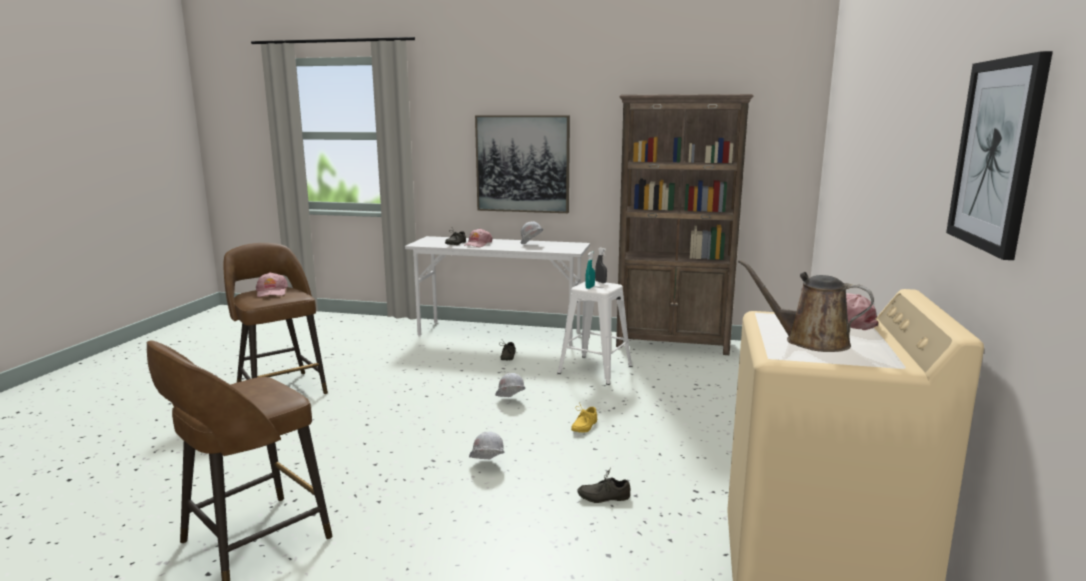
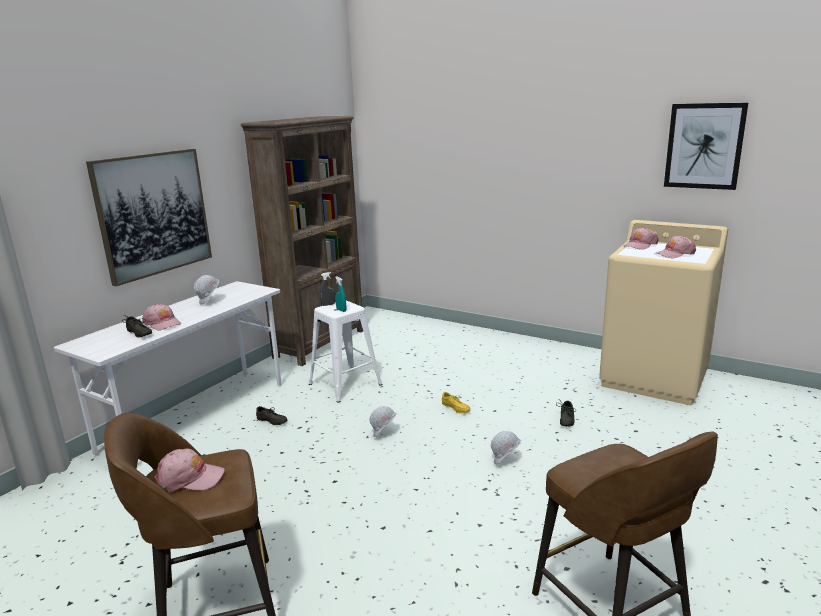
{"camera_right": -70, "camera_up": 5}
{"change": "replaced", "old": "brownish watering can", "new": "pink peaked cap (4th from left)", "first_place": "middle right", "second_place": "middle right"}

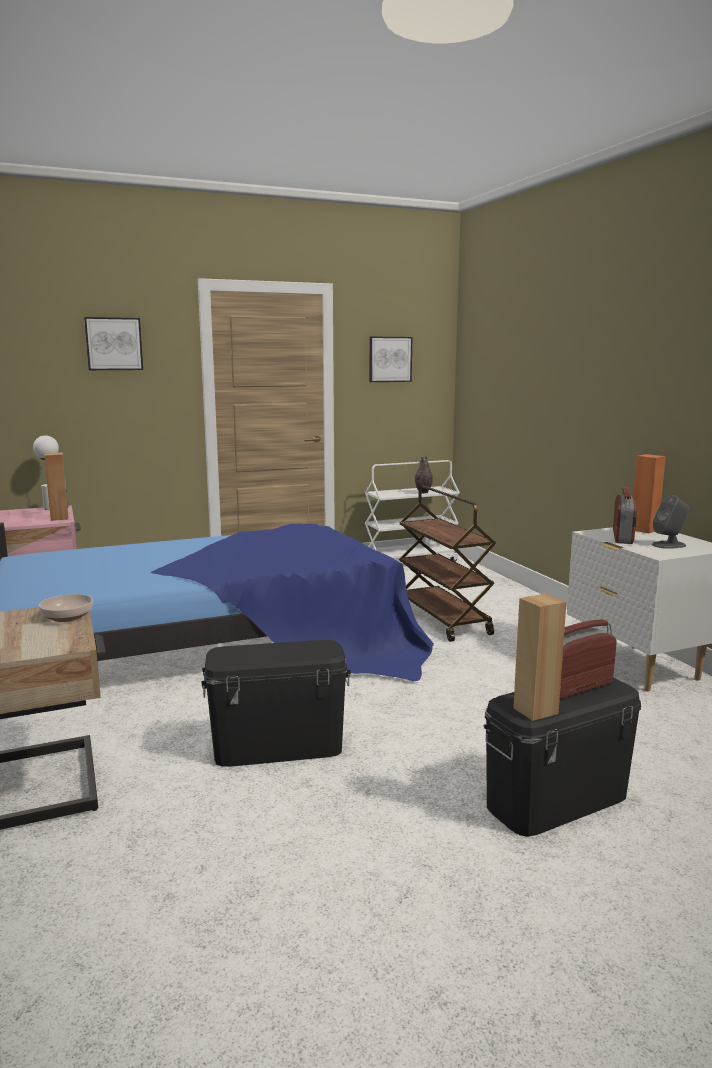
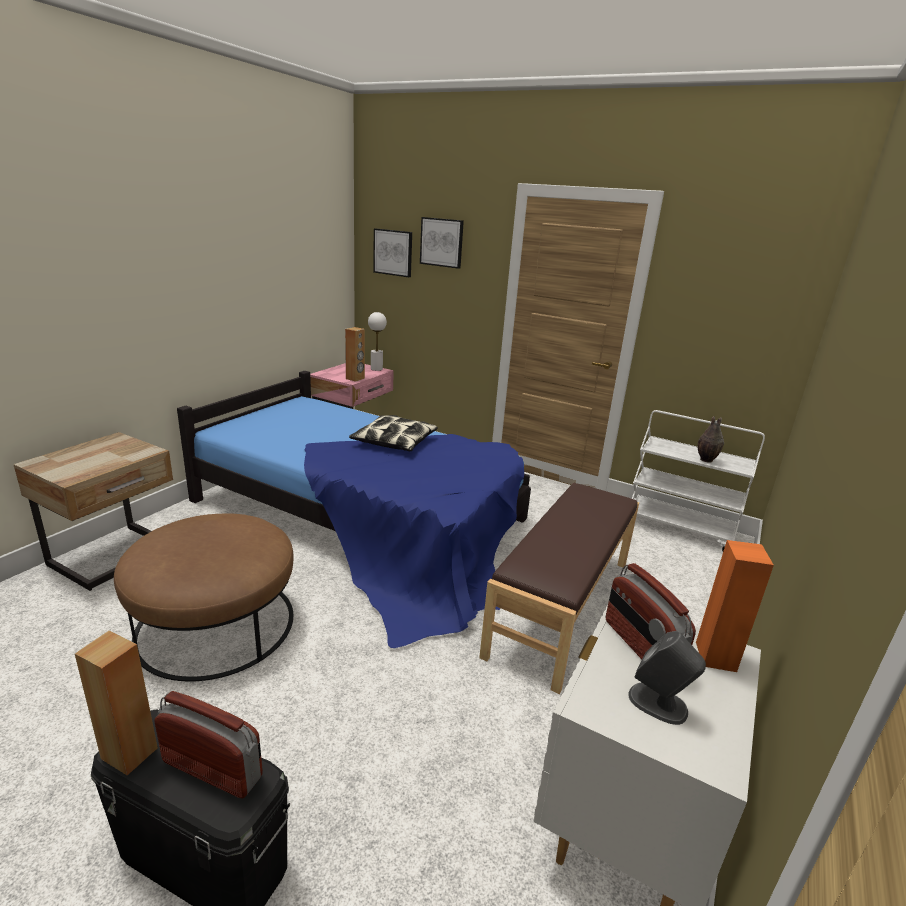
{"camera_right": 50, "camera_up": 10}
{"change": "replaced", "old": "black-coloured storage bin (1st from left)", "new": "brownish footrest", "first_place": "centre", "second_place": "middle left"}
{"change": "added", "new": "throw pillow", "second_place": "centre"}
{"change": "moved", "old": "wall picture (2nd from left in the first image)", "new": "wall picture (1st from left)", "first_place": "centre", "second_place": "top centre"}
{"change": "replaced", "old": "brownish wheeled cart", "new": "brownish long seat", "first_place": "centre", "second_place": "centre"}
{"change": "turned", "old": "radio (2nd from left)", "first_place": "middle right", "second_place": "bottom right", "degrees": 90}
{"change": "removed", "old": "deep dish", "first_place": "middle left"}

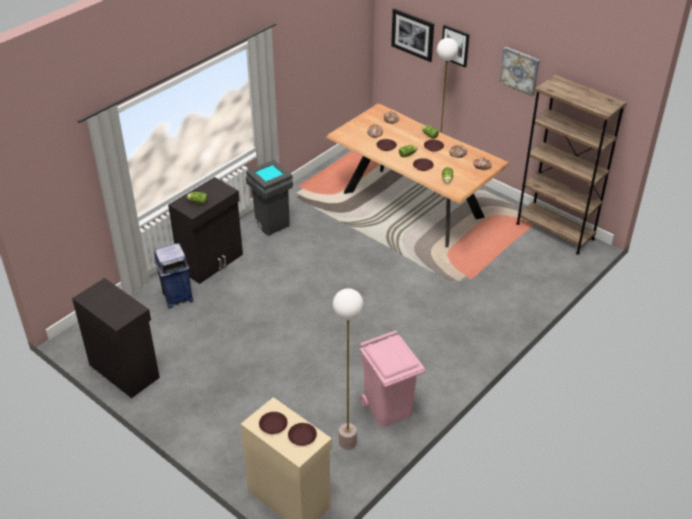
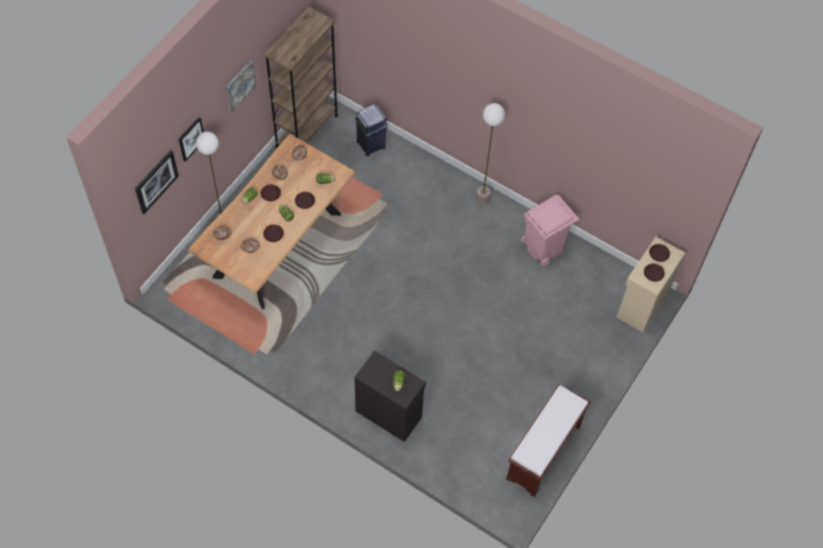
{"camera_right": -100, "camera_up": 20}
{"change": "moved", "old": "blue rubbish bin", "first_place": "middle left", "second_place": "top centre"}
{"change": "moved", "old": "standard lamp (1st from left in the first image)", "new": "standard lamp (2nd from left)", "first_place": "bottom centre", "second_place": "top centre"}
{"change": "replaced", "old": "black-coloured cabinet (1st from left)", "new": "brownish long seat", "first_place": "middle left", "second_place": "bottom centre"}
{"change": "removed", "old": "greyish rubbish bin", "first_place": "centre"}

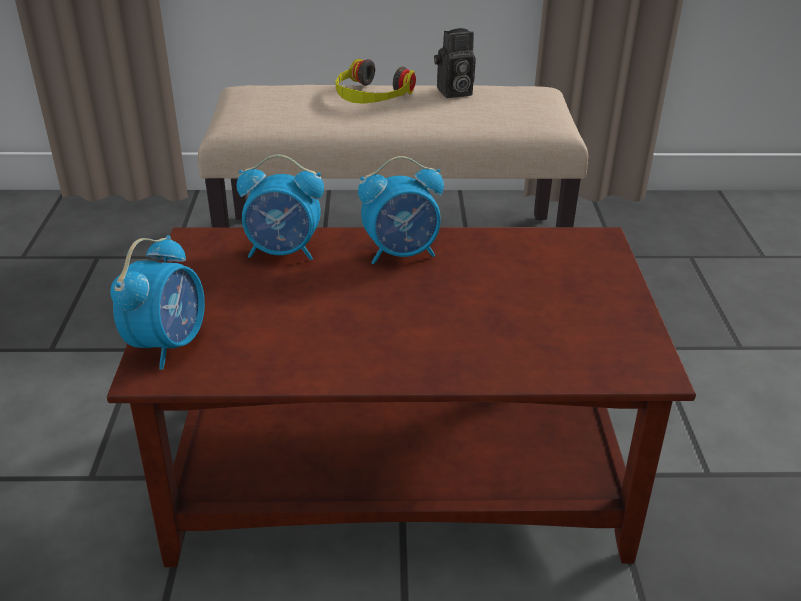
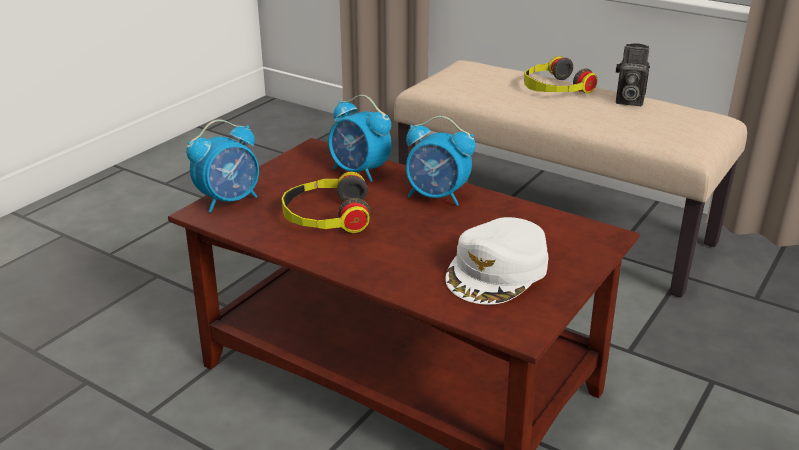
{"camera_right": 35, "camera_up": -5}
{"change": "added", "new": "headset (1st from left)", "second_place": "centre"}
{"change": "added", "new": "white-coloured peaked cap", "second_place": "centre"}

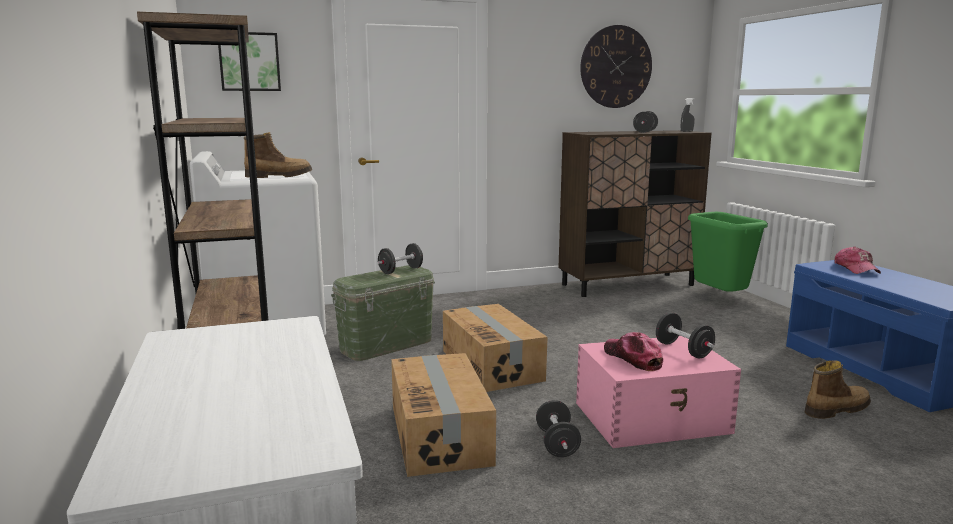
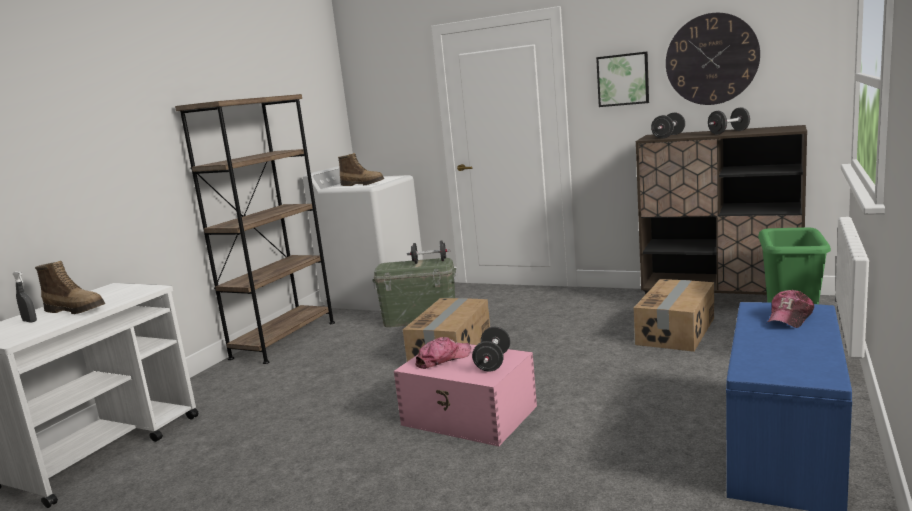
{"camera_right": 45, "camera_up": 0}
{"change": "moved", "old": "greyish hand sprayer", "first_place": "top right", "second_place": "middle left"}
{"change": "moved", "old": "boot (2nd from left in the first image)", "new": "boot (1st from left)", "first_place": "bottom right", "second_place": "middle left"}
{"change": "turned", "old": "peaked cap (1st from left)", "first_place": "bottom centre", "second_place": "bottom centre", "degrees": 45}
{"change": "moved", "old": "wall picture", "first_place": "top left", "second_place": "top right"}
{"change": "moved", "old": "packing box (1st from left in the first image)", "new": "packing box (2nd from left)", "first_place": "bottom centre", "second_place": "middle right"}
{"change": "moved", "old": "black-coloured hand weight (2nd from left in the first image)", "new": "black-coloured hand weight (3rd from left)", "first_place": "bottom centre", "second_place": "top right"}

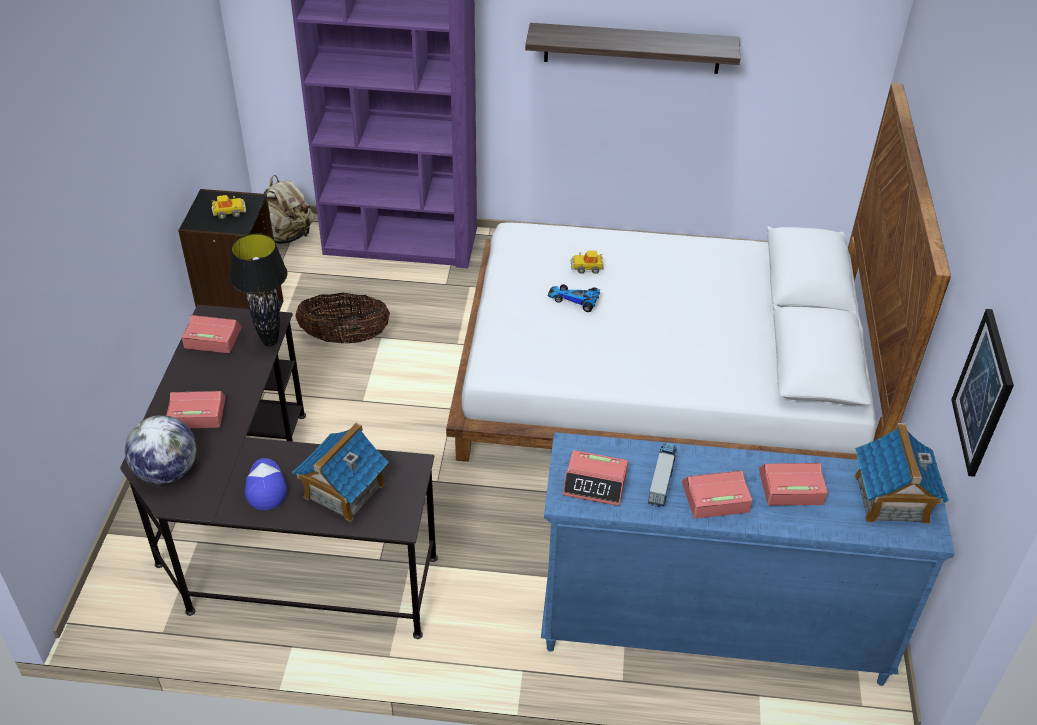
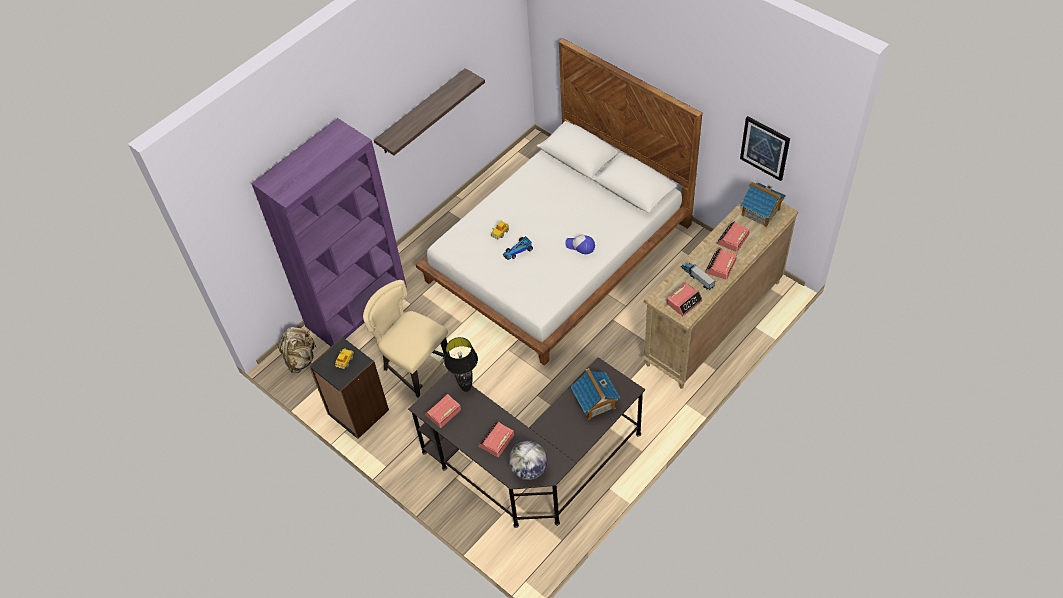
{"camera_right": -50, "camera_up": 10}
{"change": "replaced", "old": "storage basket", "new": "beige-coloured upright chair", "first_place": "middle left", "second_place": "centre"}
{"change": "moved", "old": "peaked cap", "first_place": "bottom left", "second_place": "centre"}
{"change": "recoloured", "old": "blue chest of drawers", "new": "beige-coloured chest of drawers", "first_place": "bottom right", "second_place": "middle right"}

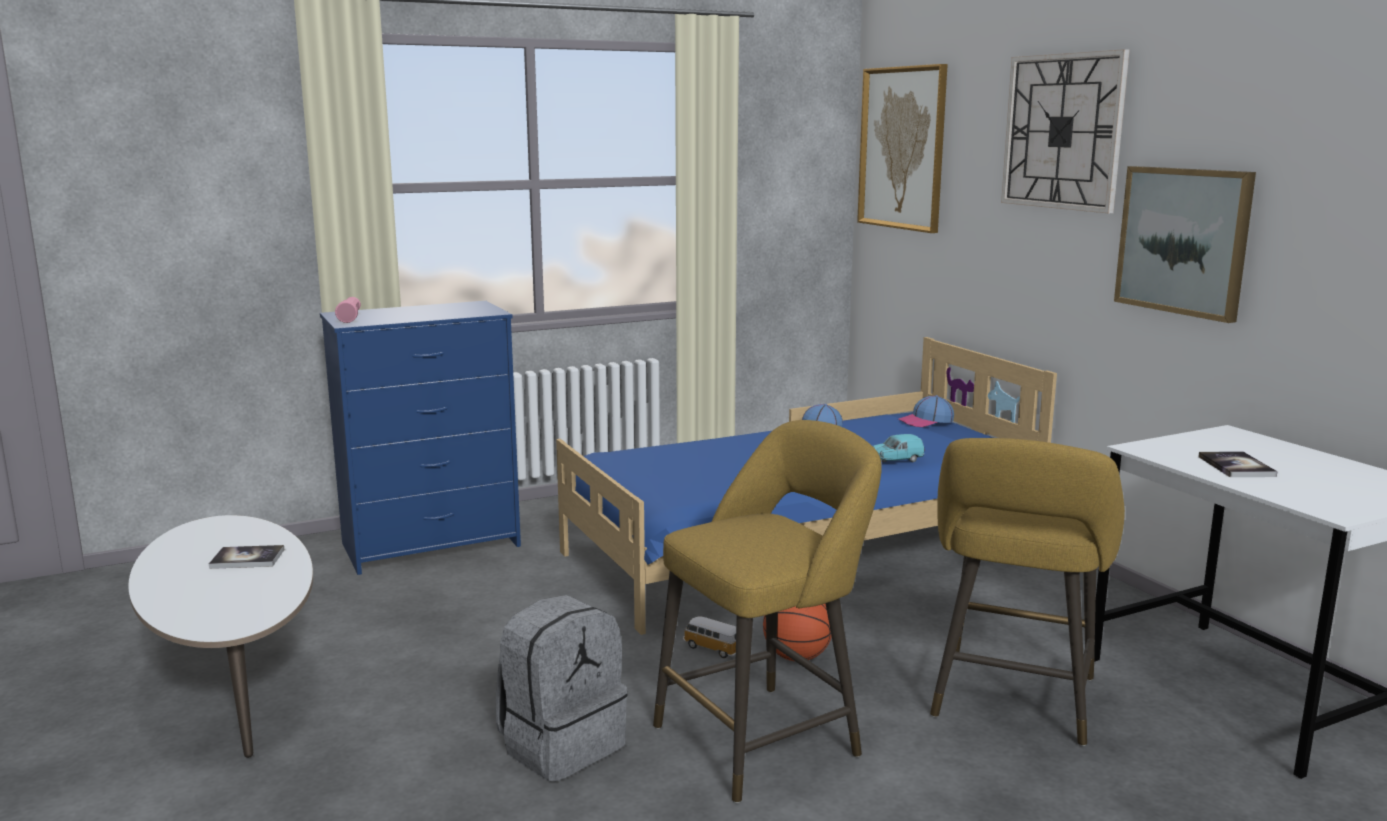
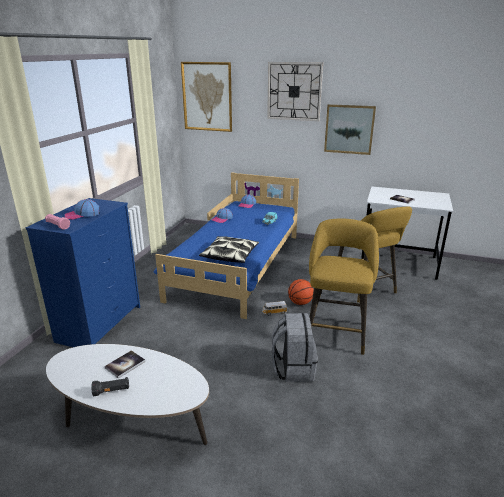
{"camera_right": -45, "camera_up": 10}
{"change": "added", "new": "peaked cap (1st from left)", "second_place": "middle left"}
{"change": "added", "new": "black-coloured flashlight", "second_place": "bottom left"}
{"change": "added", "new": "throw pillow", "second_place": "centre"}

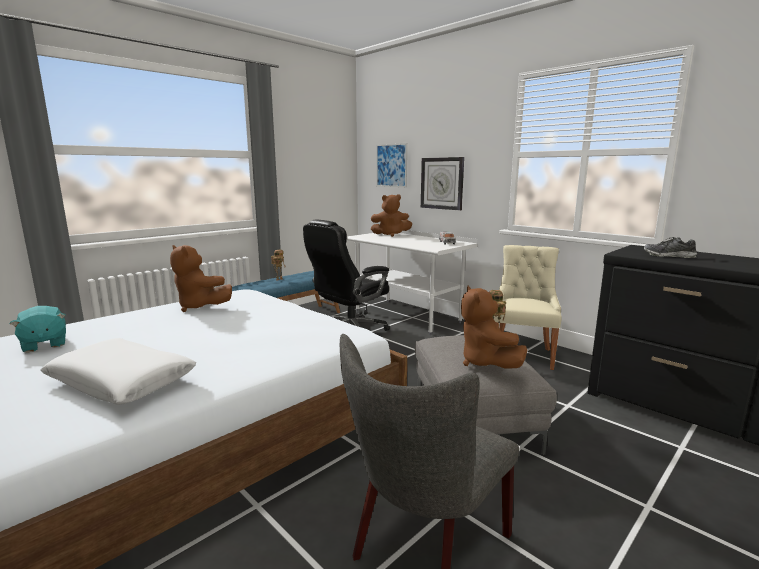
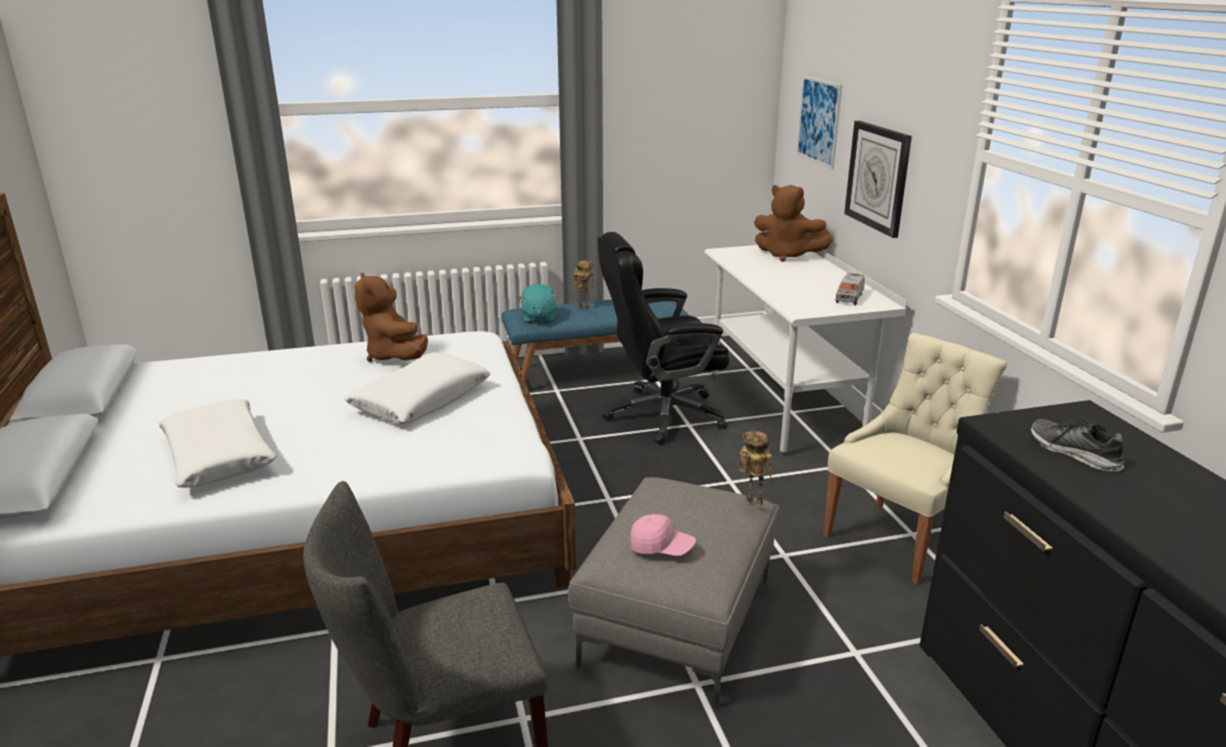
{"camera_right": 30, "camera_up": 10}
{"change": "added", "new": "white-coloured throw pillow (2nd from left)", "second_place": "centre"}
{"change": "moved", "old": "blue-green plush toy", "first_place": "middle left", "second_place": "centre"}
{"change": "replaced", "old": "brownish plush toy (3rd from left)", "new": "pink peaked cap", "first_place": "centre", "second_place": "bottom centre"}

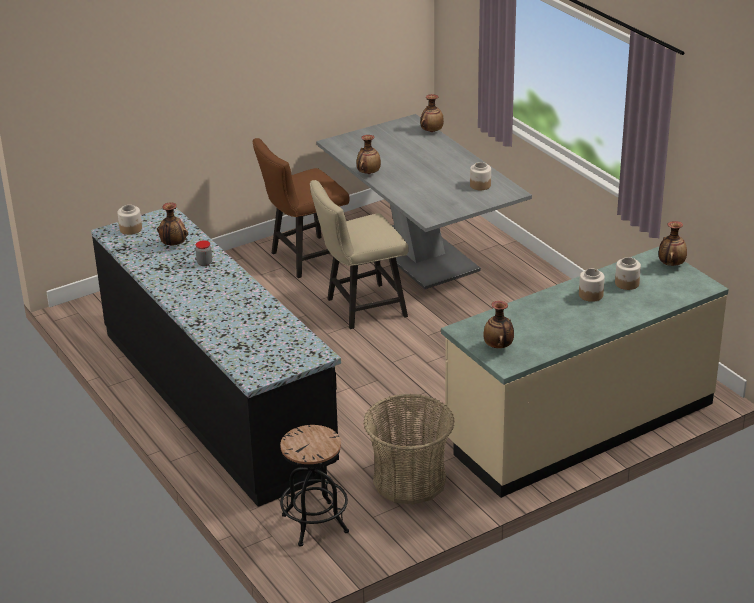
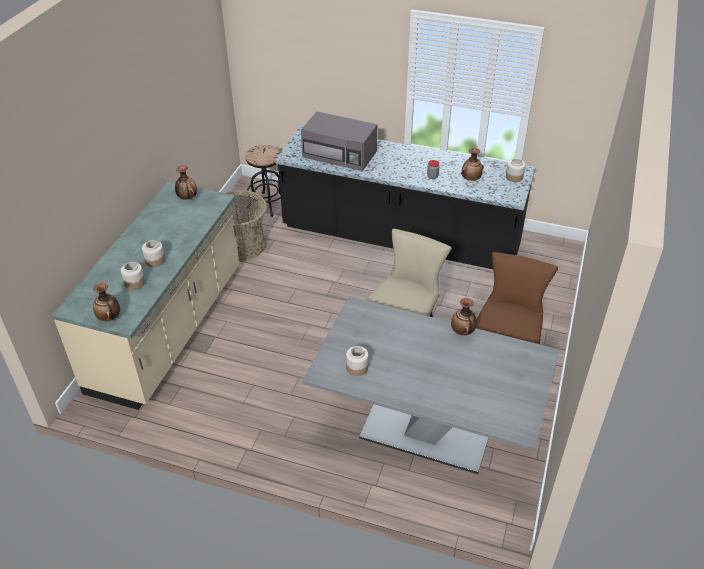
{"camera_right": 140, "camera_up": 10}
{"change": "added", "new": "greyish kitchen microwave", "second_place": "top centre"}
{"change": "removed", "old": "flower vase (3rd from left)", "first_place": "top centre"}

